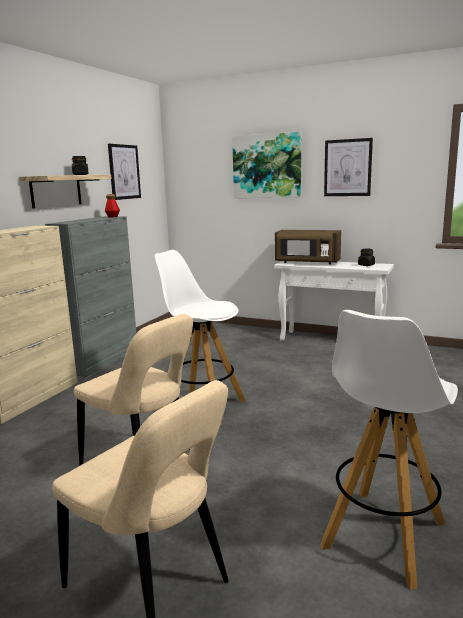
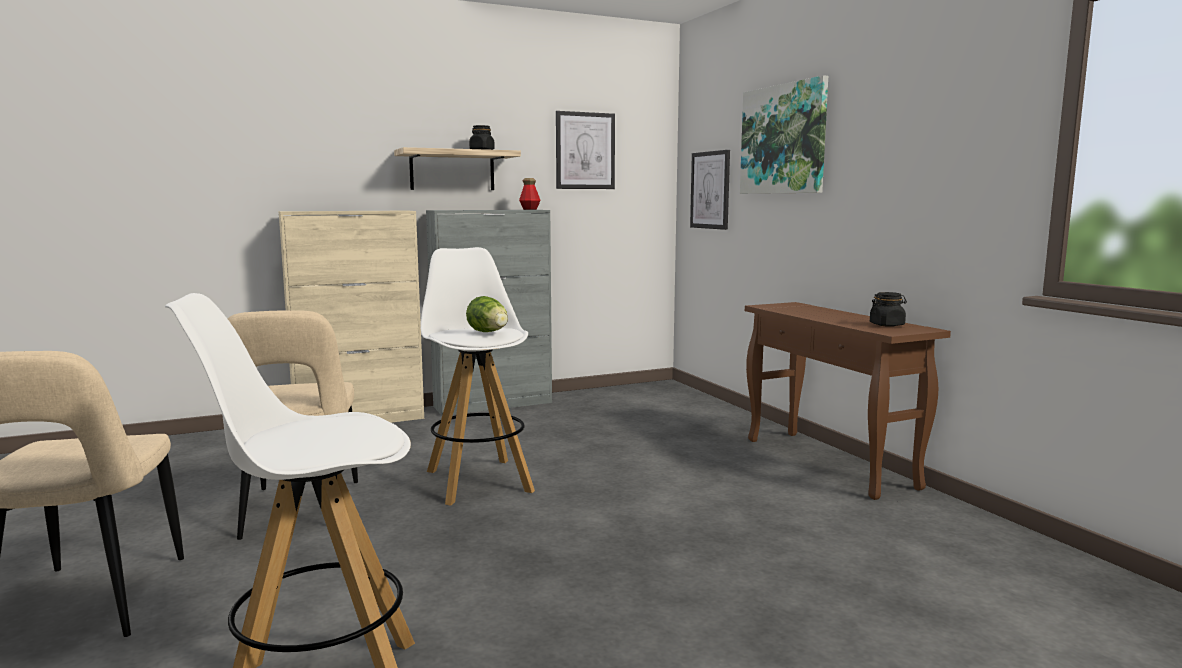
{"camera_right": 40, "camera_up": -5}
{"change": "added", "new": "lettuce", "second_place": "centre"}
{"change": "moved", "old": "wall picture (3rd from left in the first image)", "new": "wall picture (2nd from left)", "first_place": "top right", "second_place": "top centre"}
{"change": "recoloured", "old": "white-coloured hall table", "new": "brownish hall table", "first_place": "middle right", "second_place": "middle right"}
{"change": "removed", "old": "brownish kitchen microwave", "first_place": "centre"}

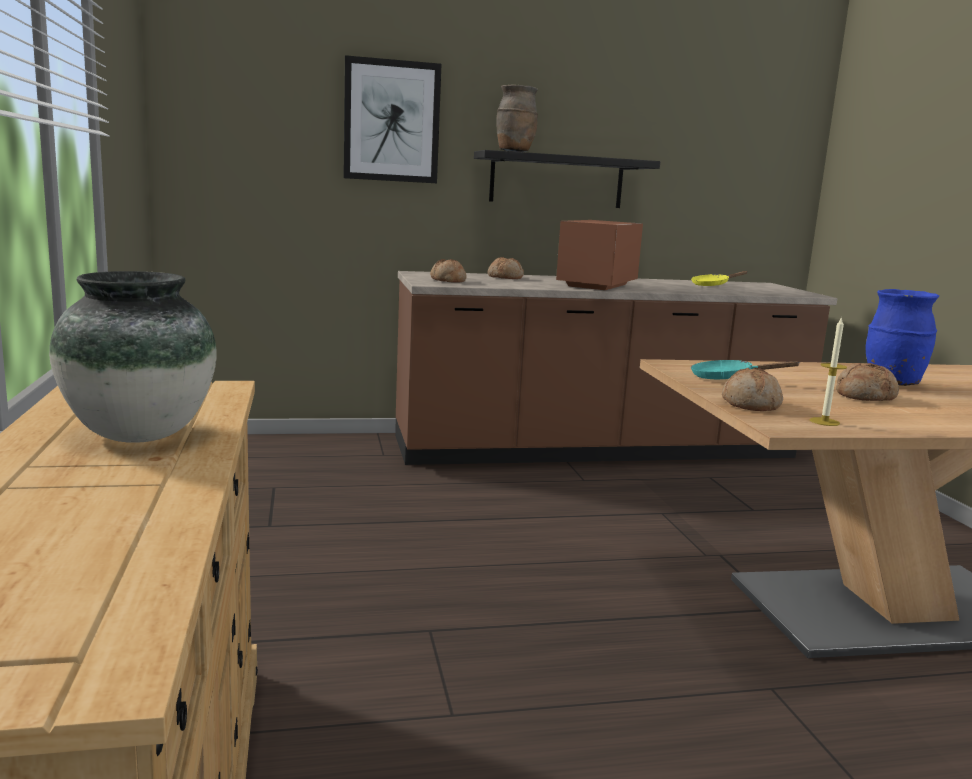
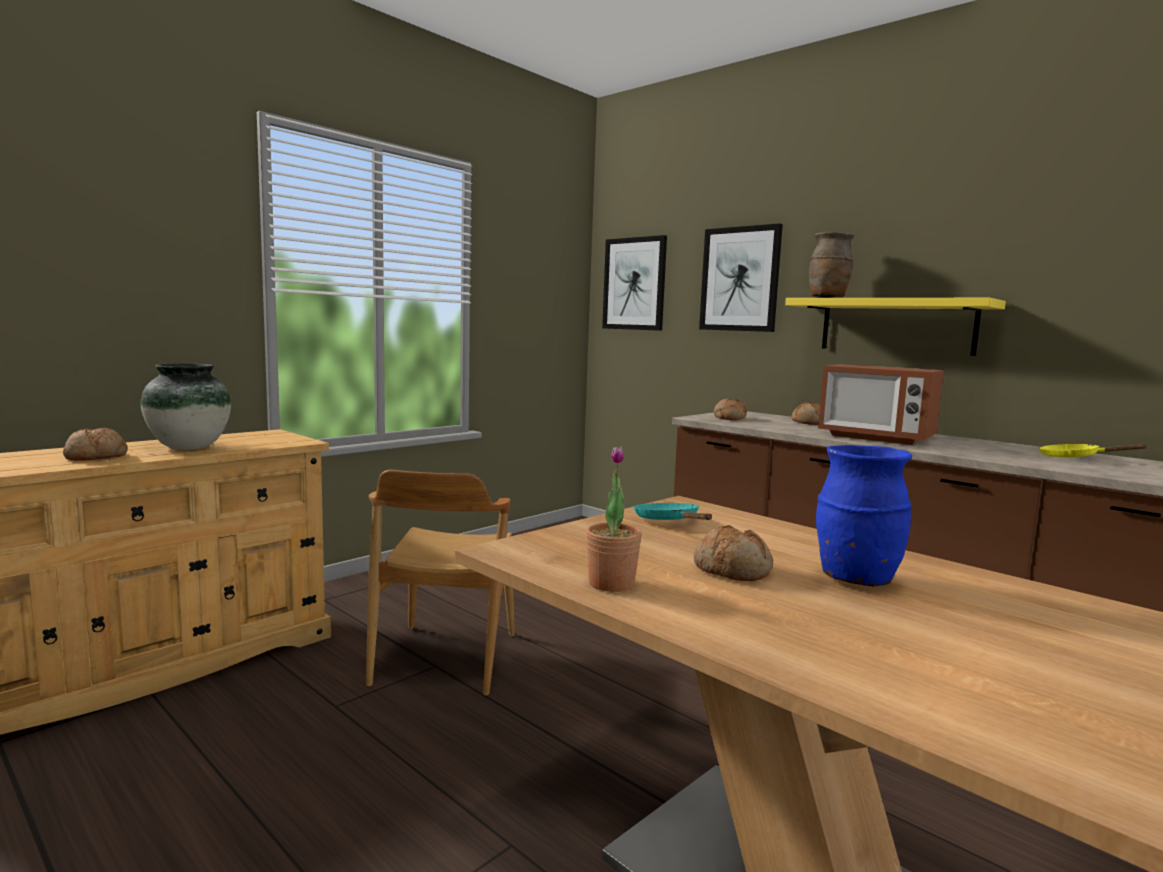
{"camera_right": 55, "camera_up": -5}
{"change": "moved", "old": "bread (3rd from left in the first image)", "new": "bread (1st from left)", "first_place": "middle right", "second_place": "middle left"}
{"change": "added", "new": "brownish upright chair", "second_place": "bottom centre"}
{"change": "added", "new": "potted plant", "second_place": "centre"}
{"change": "added", "new": "wall picture (1st from left)", "second_place": "top centre"}
{"change": "recoloured", "old": "black-coloured shelf", "new": "yellow shelf", "first_place": "top centre", "second_place": "middle right"}
{"change": "turned", "old": "kitchen microwave", "first_place": "top centre", "second_place": "middle right", "degrees": -135}
{"change": "removed", "old": "wax candle", "first_place": "middle right"}

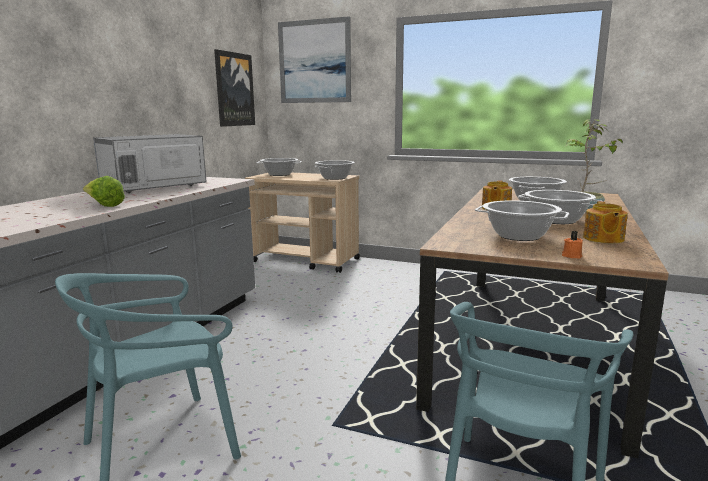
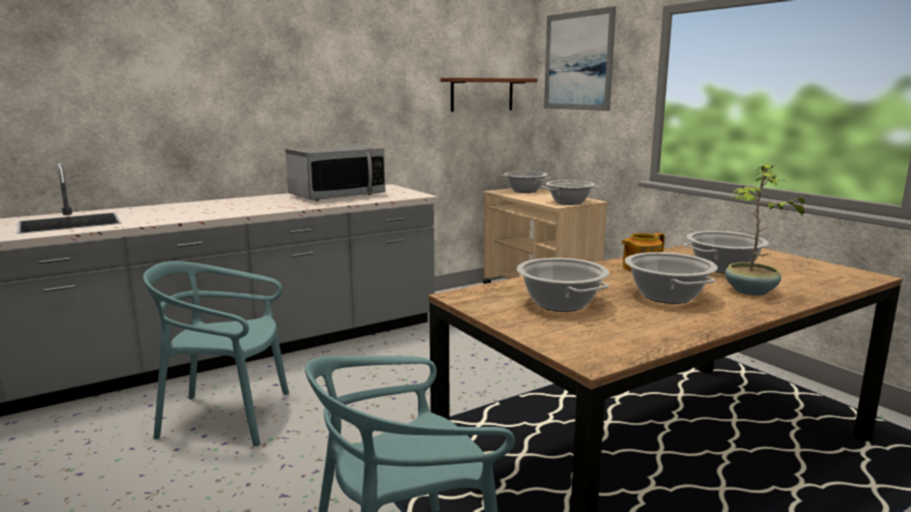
{"camera_right": 35, "camera_up": 0}
{"change": "turned", "old": "kitchen microwave", "first_place": "middle left", "second_place": "centre", "degrees": 150}
{"change": "replaced", "old": "wall picture (1st from left)", "new": "brownish shelf", "first_place": "top left", "second_place": "top centre"}
{"change": "removed", "old": "lettuce", "first_place": "middle left"}
{"change": "removed", "old": "orange wax candle", "first_place": "middle right"}
{"change": "removed", "old": "pot for tea (2nd from left)", "first_place": "middle right"}

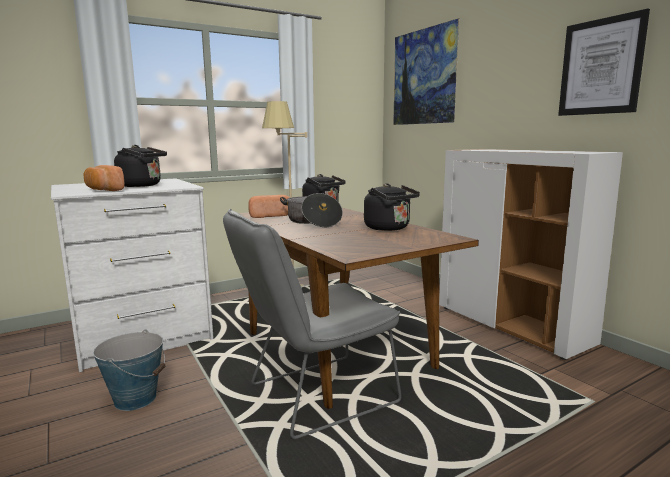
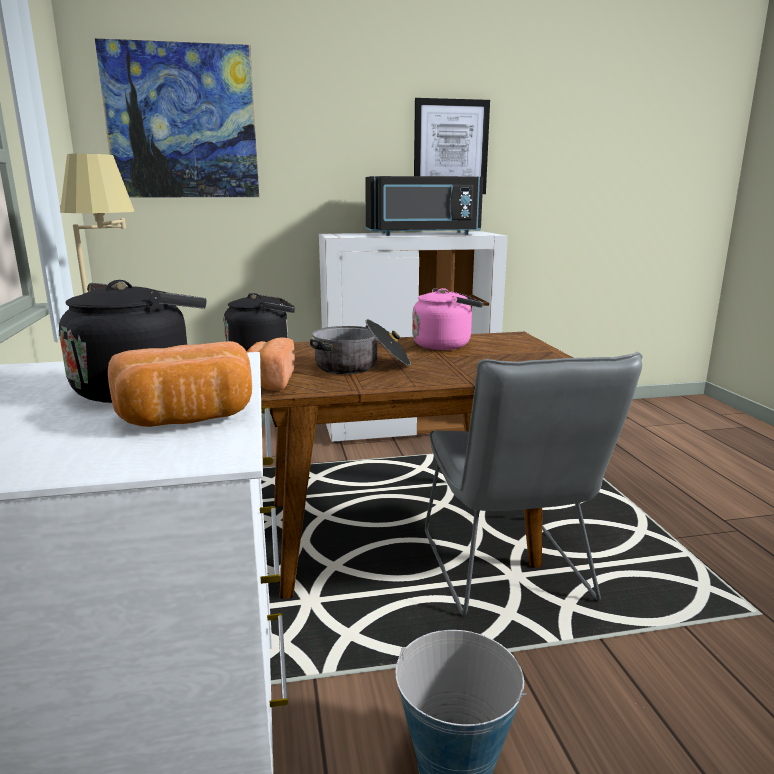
{"camera_right": -70, "camera_up": 5}
{"change": "added", "new": "black-coloured kitchen microwave", "second_place": "top centre"}
{"change": "recoloured", "old": "black-coloured kettle (3rd from left)", "new": "pink kettle", "first_place": "centre", "second_place": "centre"}

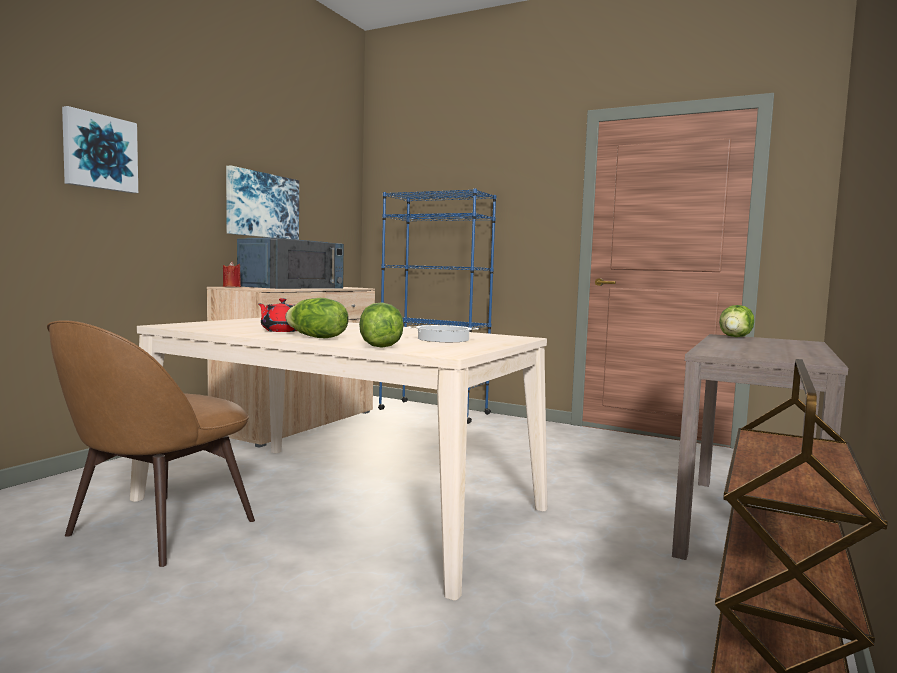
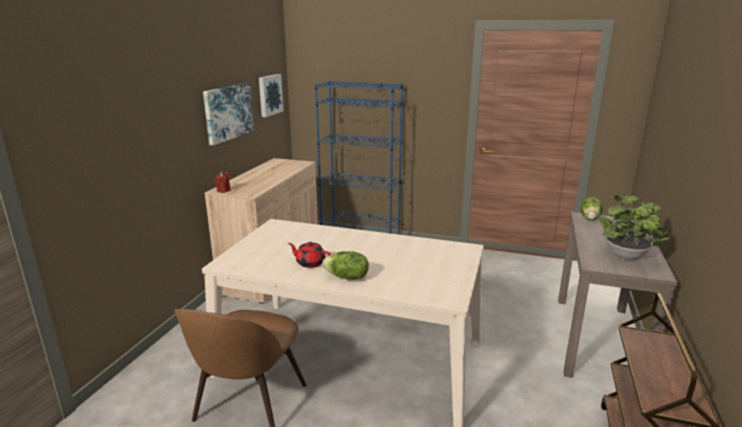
{"camera_right": -10, "camera_up": 15}
{"change": "moved", "old": "wall picture (1st from left in the first image)", "new": "wall picture (2nd from left)", "first_place": "top left", "second_place": "top centre"}
{"change": "added", "new": "potted plant", "second_place": "middle right"}
{"change": "removed", "old": "blue kitchen microwave", "first_place": "middle left"}
{"change": "removed", "old": "lettuce (2nd from left)", "first_place": "centre"}
{"change": "removed", "old": "cooking pot", "first_place": "centre"}

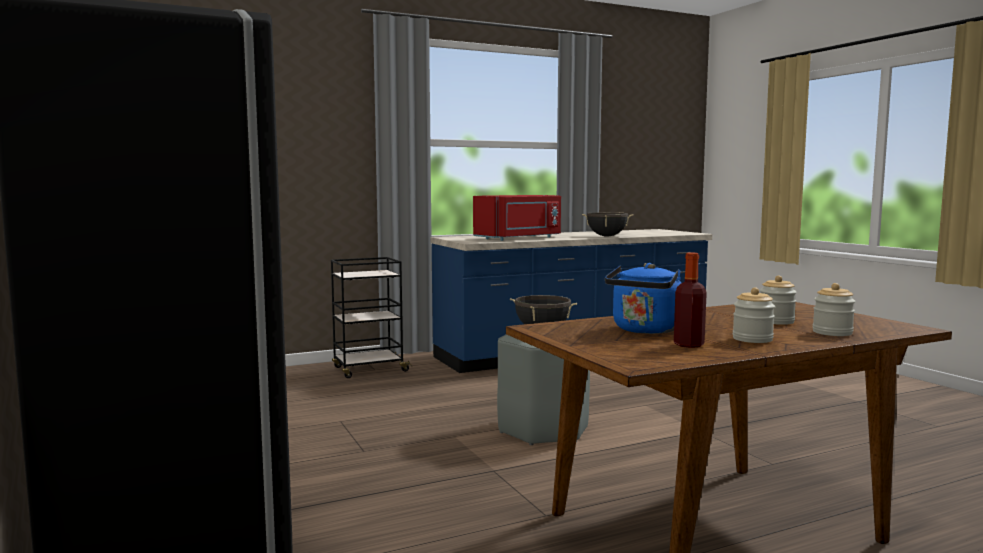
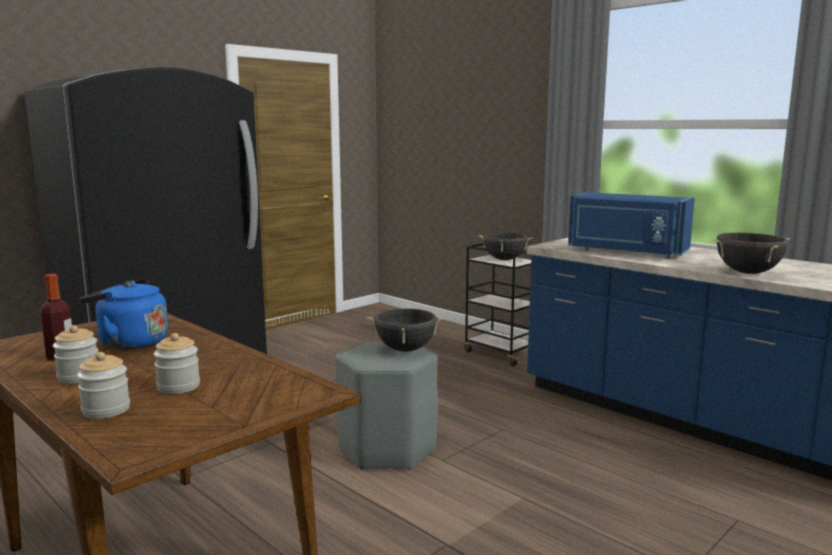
{"camera_right": 70, "camera_up": 5}
{"change": "added", "new": "black-coloured cooking pot (2nd from left)", "second_place": "centre"}
{"change": "recoloured", "old": "red-coloured kitchen microwave", "new": "blue kitchen microwave", "first_place": "centre", "second_place": "middle right"}

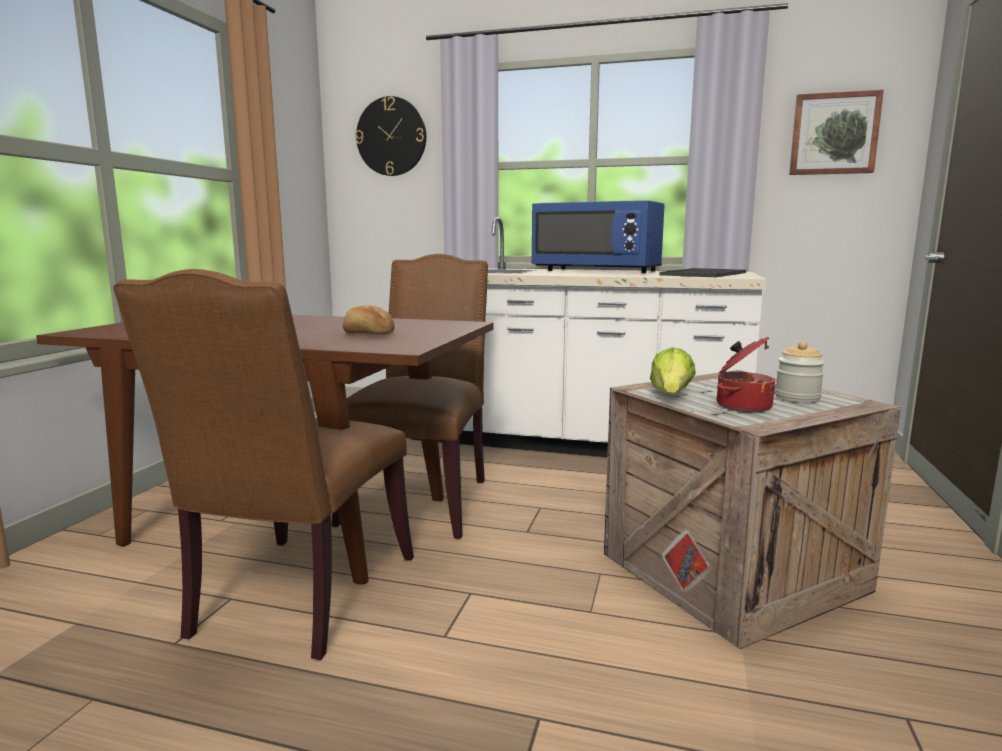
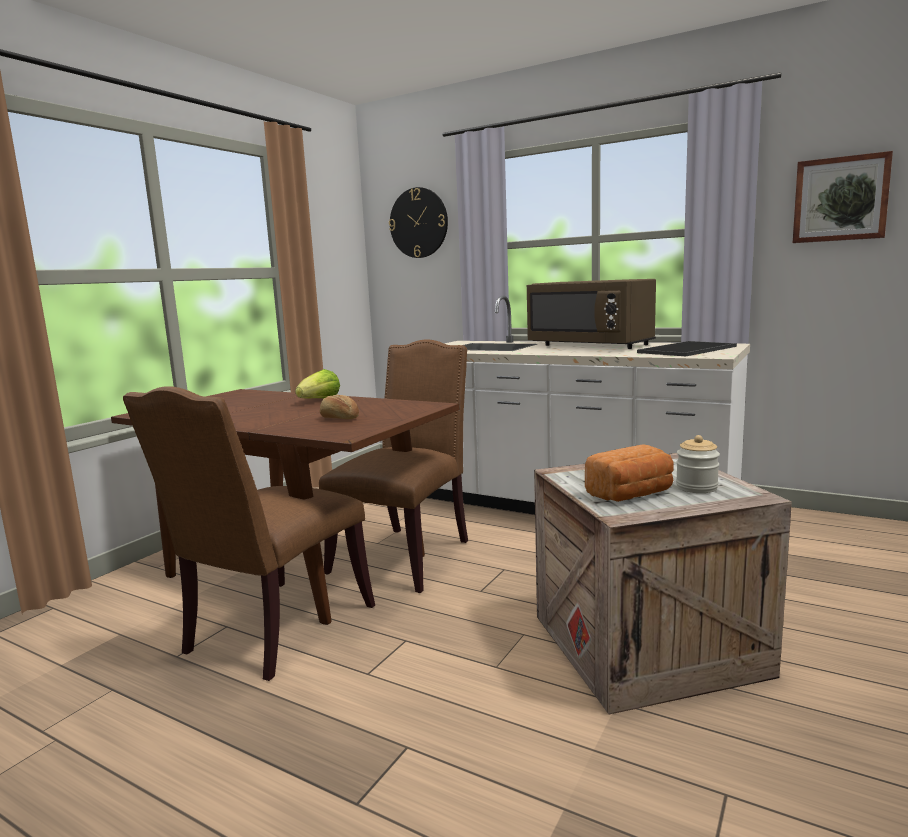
{"camera_right": 15, "camera_up": 0}
{"change": "moved", "old": "lettuce", "first_place": "middle right", "second_place": "centre"}
{"change": "recoloured", "old": "blue kitchen microwave", "new": "brownish kitchen microwave", "first_place": "top centre", "second_place": "centre"}
{"change": "replaced", "old": "cooking pot", "new": "bread (2nd from left)", "first_place": "middle right", "second_place": "middle right"}

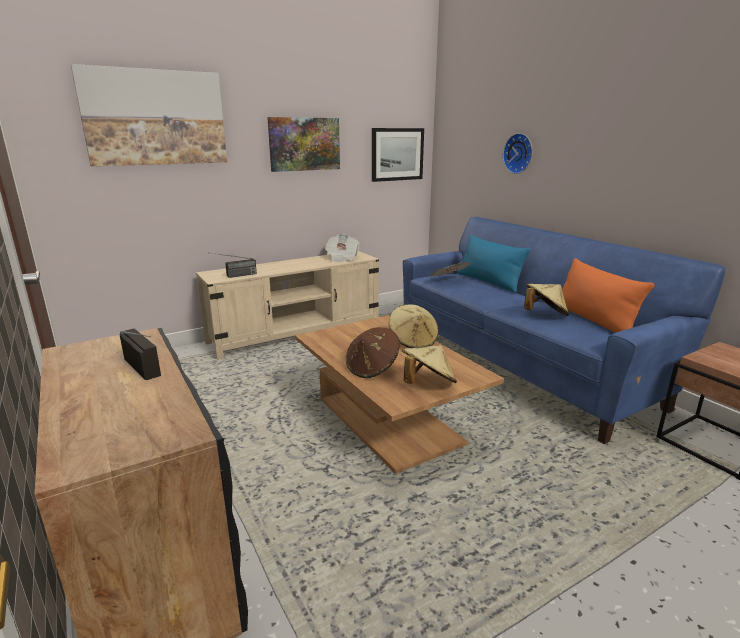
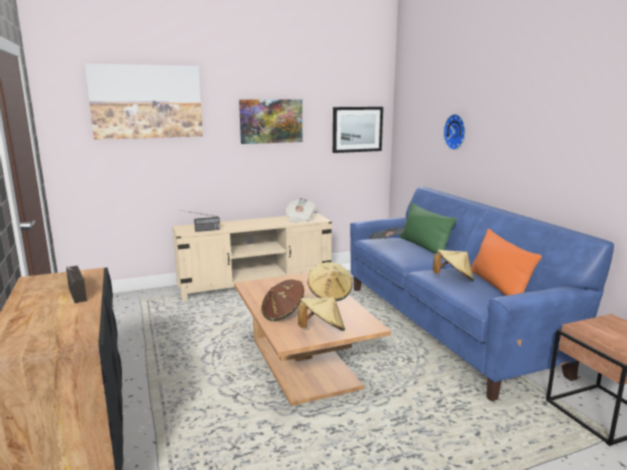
{"camera_right": 10, "camera_up": -5}
{"change": "recoloured", "old": "blue throw pillow", "new": "greenish throw pillow", "first_place": "middle right", "second_place": "middle right"}

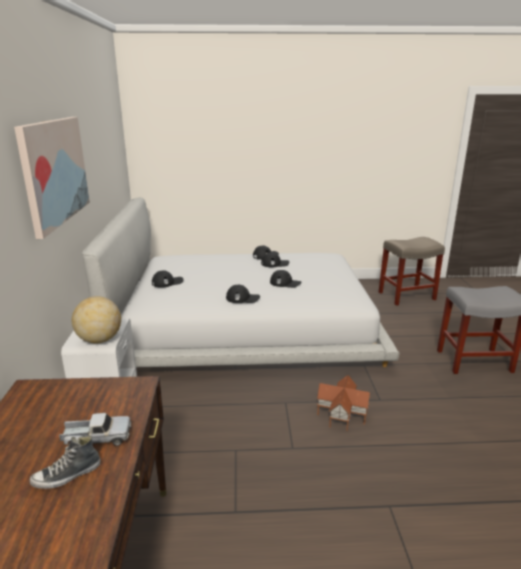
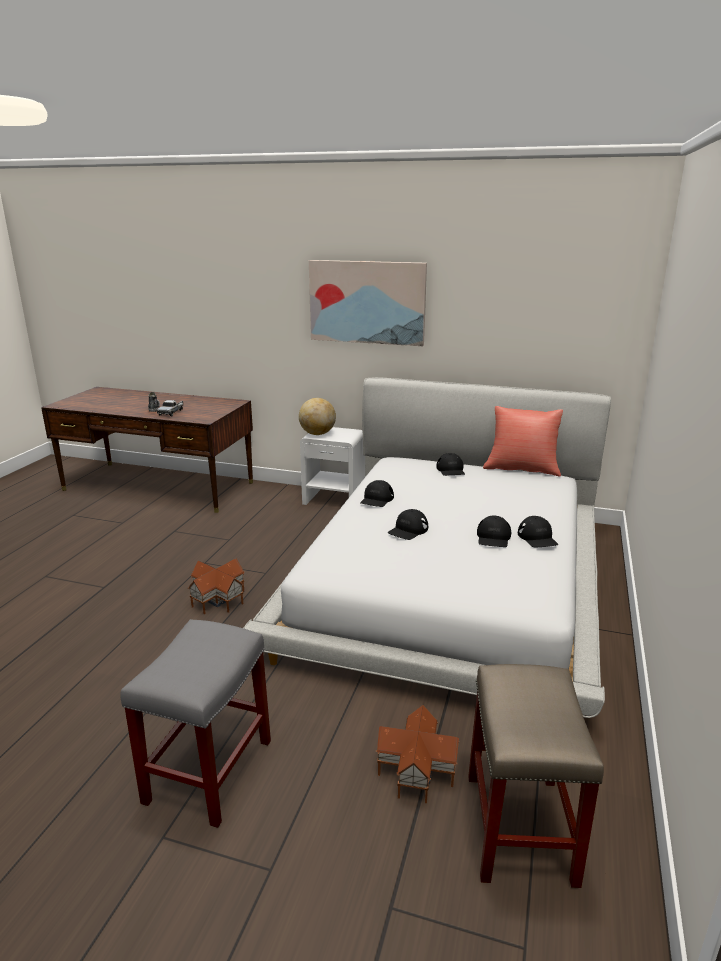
{"camera_right": 110, "camera_up": 0}
{"change": "added", "new": "model house (2nd from left)", "second_place": "bottom centre"}
{"change": "added", "new": "red-coloured throw pillow", "second_place": "middle right"}

